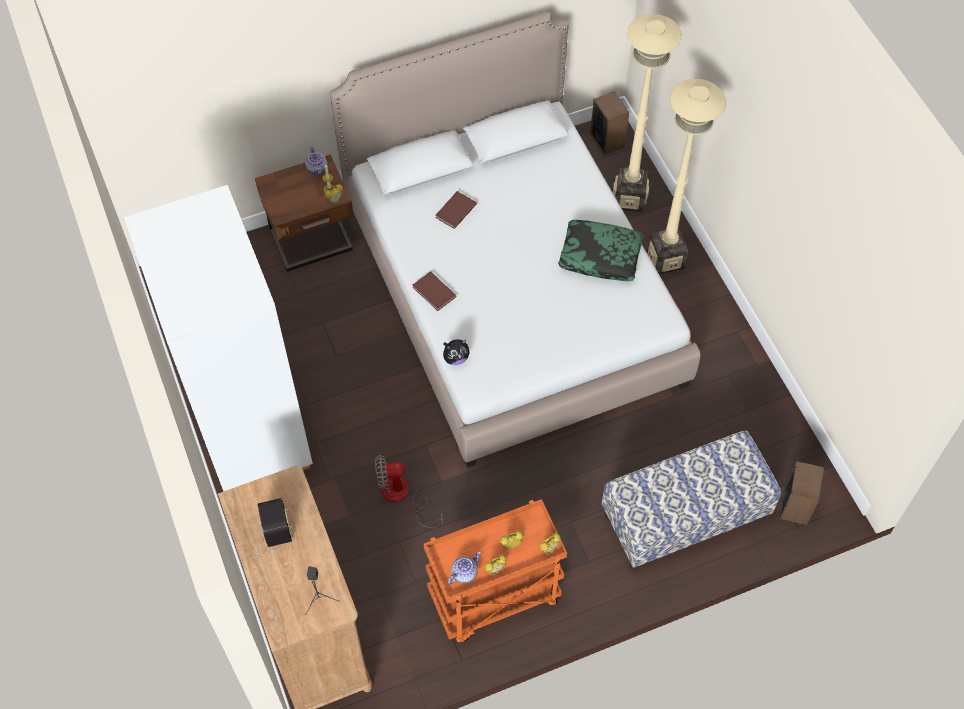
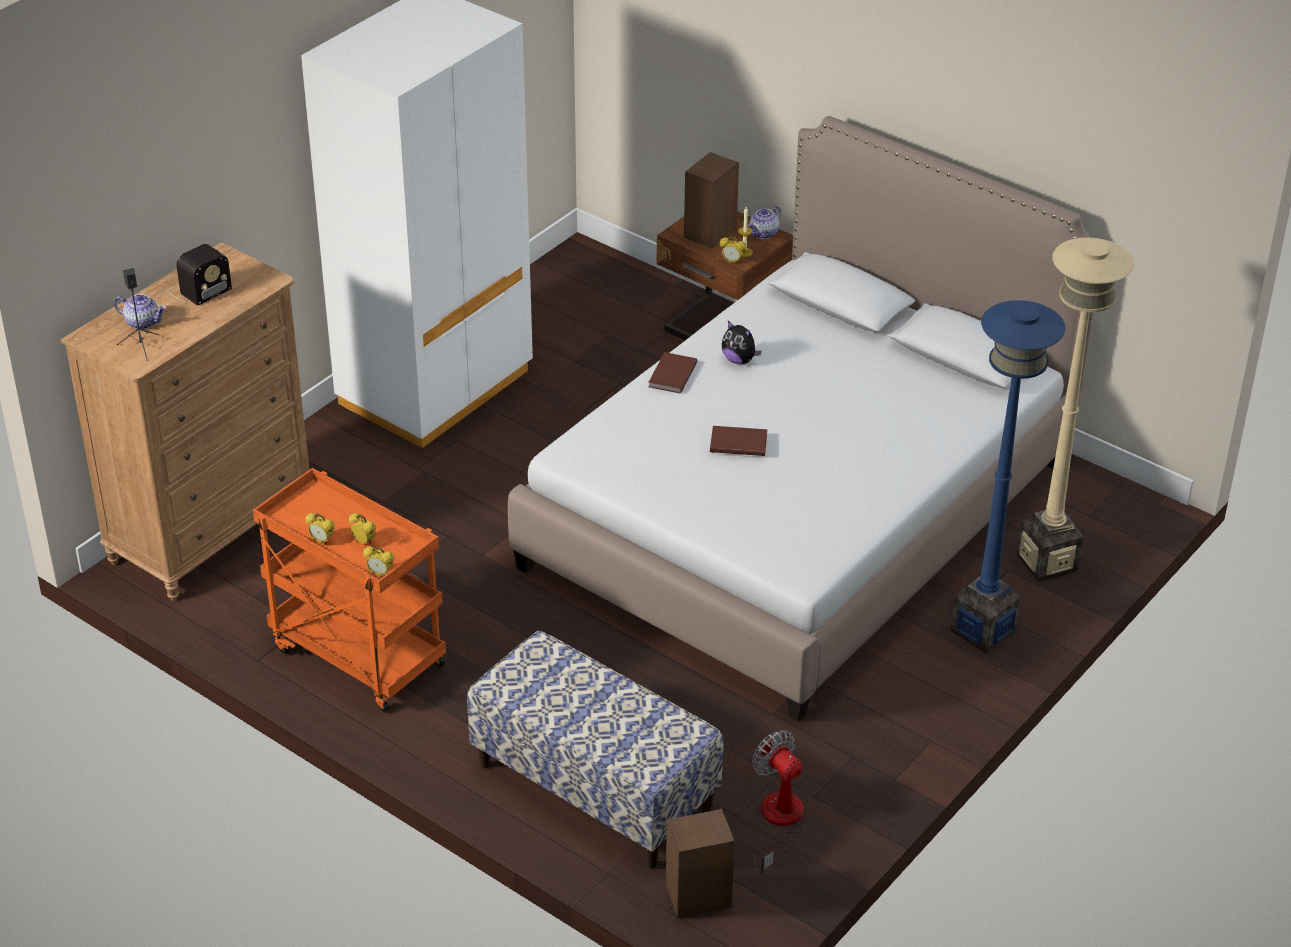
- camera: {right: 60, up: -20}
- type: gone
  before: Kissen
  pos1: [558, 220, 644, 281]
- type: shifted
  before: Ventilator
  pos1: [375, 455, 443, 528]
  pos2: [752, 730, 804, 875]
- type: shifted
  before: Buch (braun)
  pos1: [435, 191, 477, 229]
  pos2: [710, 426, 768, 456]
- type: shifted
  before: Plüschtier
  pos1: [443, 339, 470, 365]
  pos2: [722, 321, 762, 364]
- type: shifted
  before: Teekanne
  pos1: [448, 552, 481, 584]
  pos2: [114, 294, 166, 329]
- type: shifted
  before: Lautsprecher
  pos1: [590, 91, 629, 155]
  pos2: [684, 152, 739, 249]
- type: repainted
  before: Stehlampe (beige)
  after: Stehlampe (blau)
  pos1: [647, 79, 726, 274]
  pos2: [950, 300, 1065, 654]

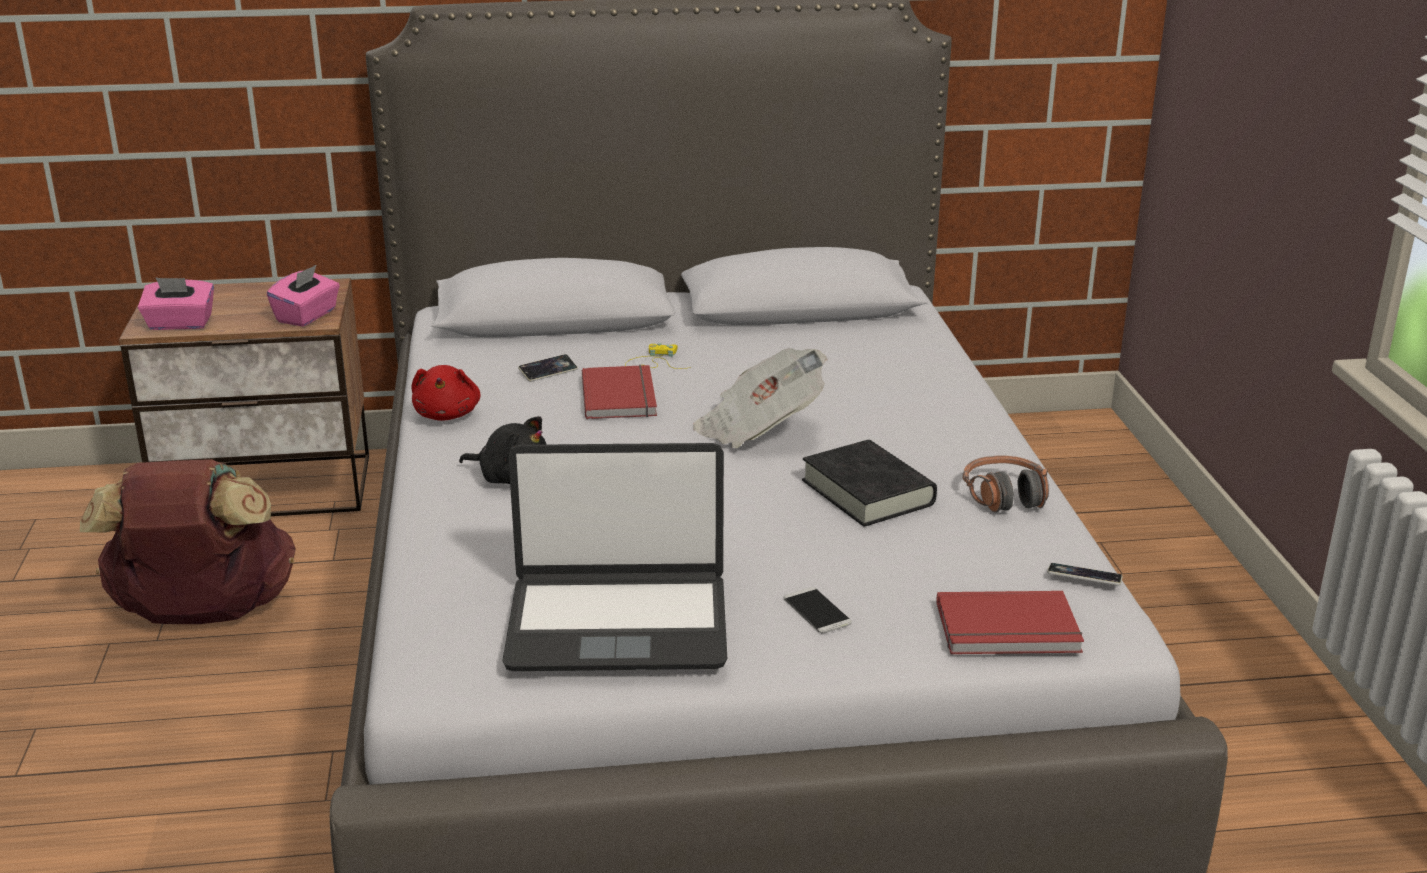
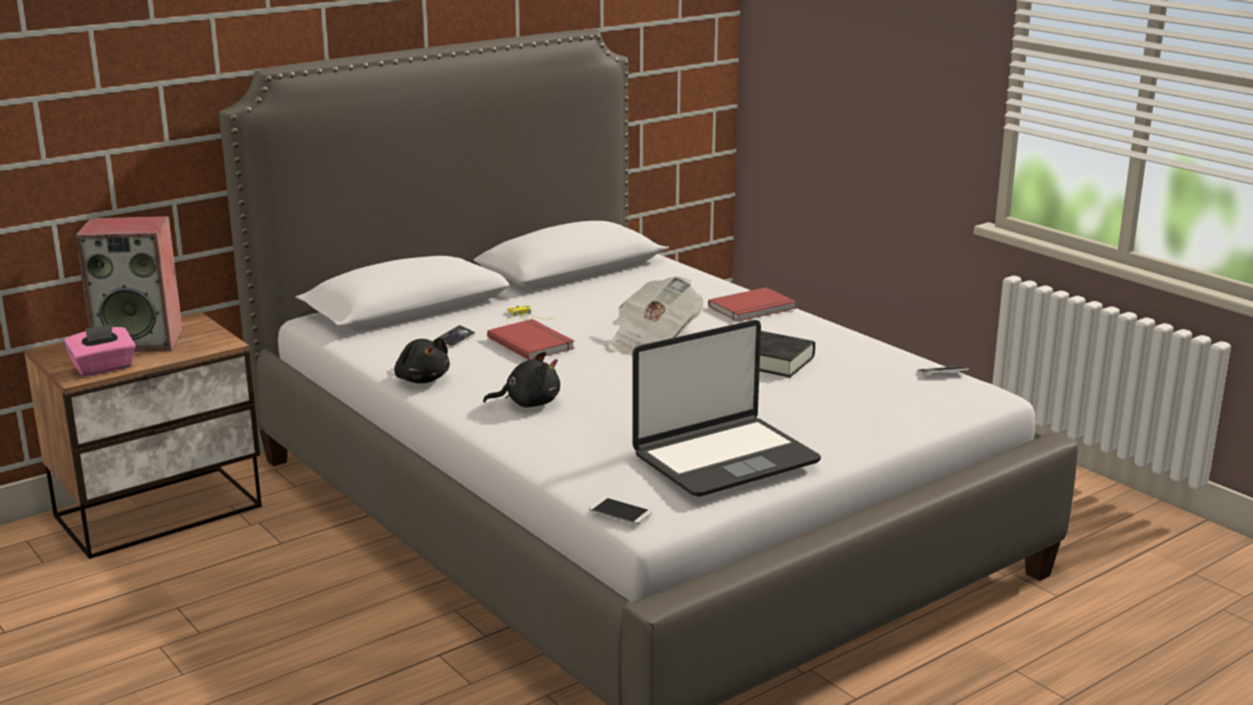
- camera: {right: -30, up: -5}
- type: gone
  before: Rucksack (braun)
  pos1: [80, 459, 296, 624]
- type: gone
  before: Taschentuchbox (rosa)
  pos1: [267, 264, 340, 327]
- type: gone
  before: Kopfhörer
  pos1: [962, 455, 1049, 513]
- type: new
  after: Lautsprecher
  pos2: [75, 216, 183, 352]
- type: shifted
  before: Handy
  pos1: [784, 587, 852, 633]
  pos2: [589, 498, 652, 524]
- type: shifted
  before: Buch (rot)
  pos1: [936, 591, 1084, 654]
  pos2: [708, 287, 796, 322]
- type: repainted
  before: Plüschtier (rot)
  after: Plüschtier (schwarz)
  pos1: [411, 365, 481, 421]
  pos2: [394, 338, 450, 383]

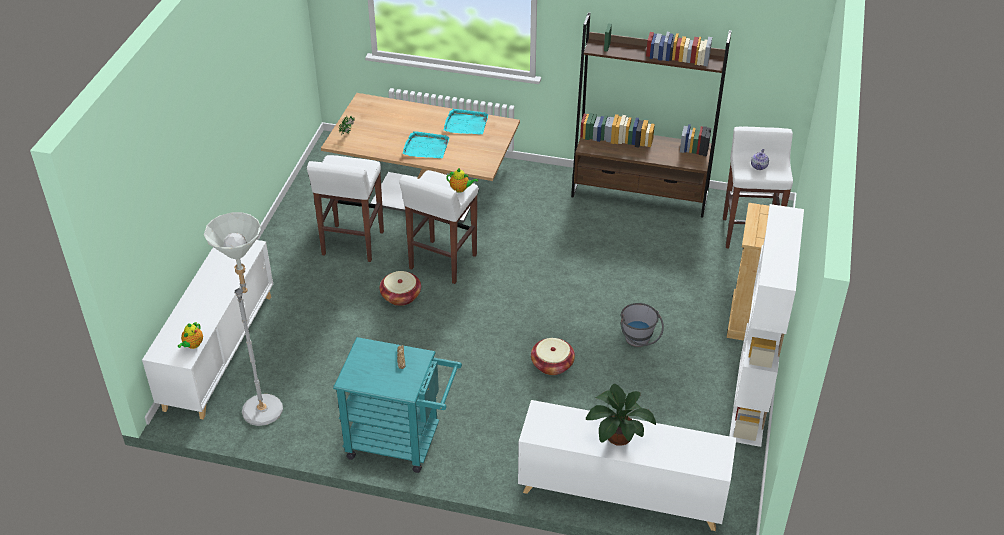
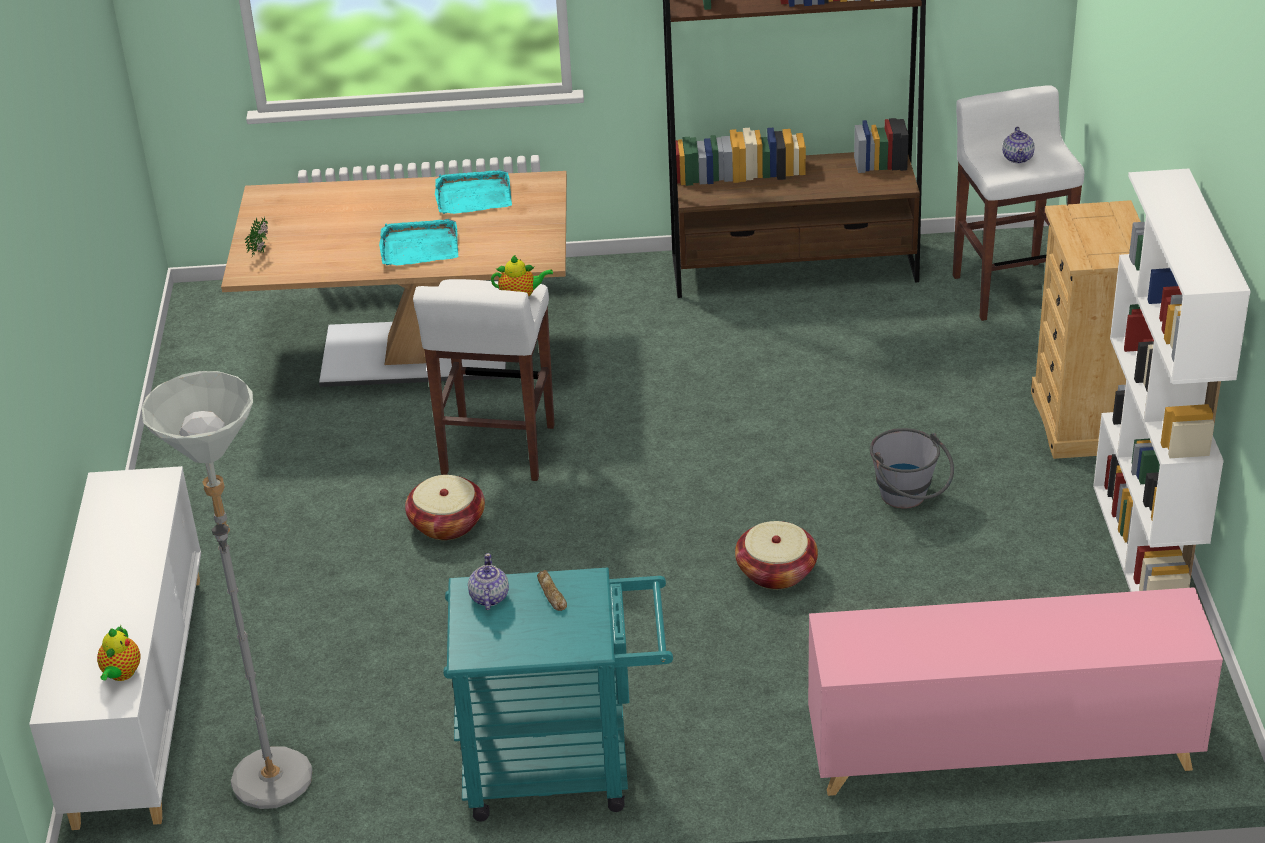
- camera: {right: -15, up: -5}
- type: gone
  before: Hocker (weiß)
  pos1: [307, 155, 384, 262]
- type: gone
  before: Topfpflanze
  pos1: [586, 384, 656, 446]
- type: new
  after: Teekanne
  pos2: [468, 553, 509, 610]
- type: repainted
  before: Schrank (weiß)
  after: Schrank (rosa)
  pos1: [518, 400, 736, 531]
  pos2: [808, 587, 1223, 796]

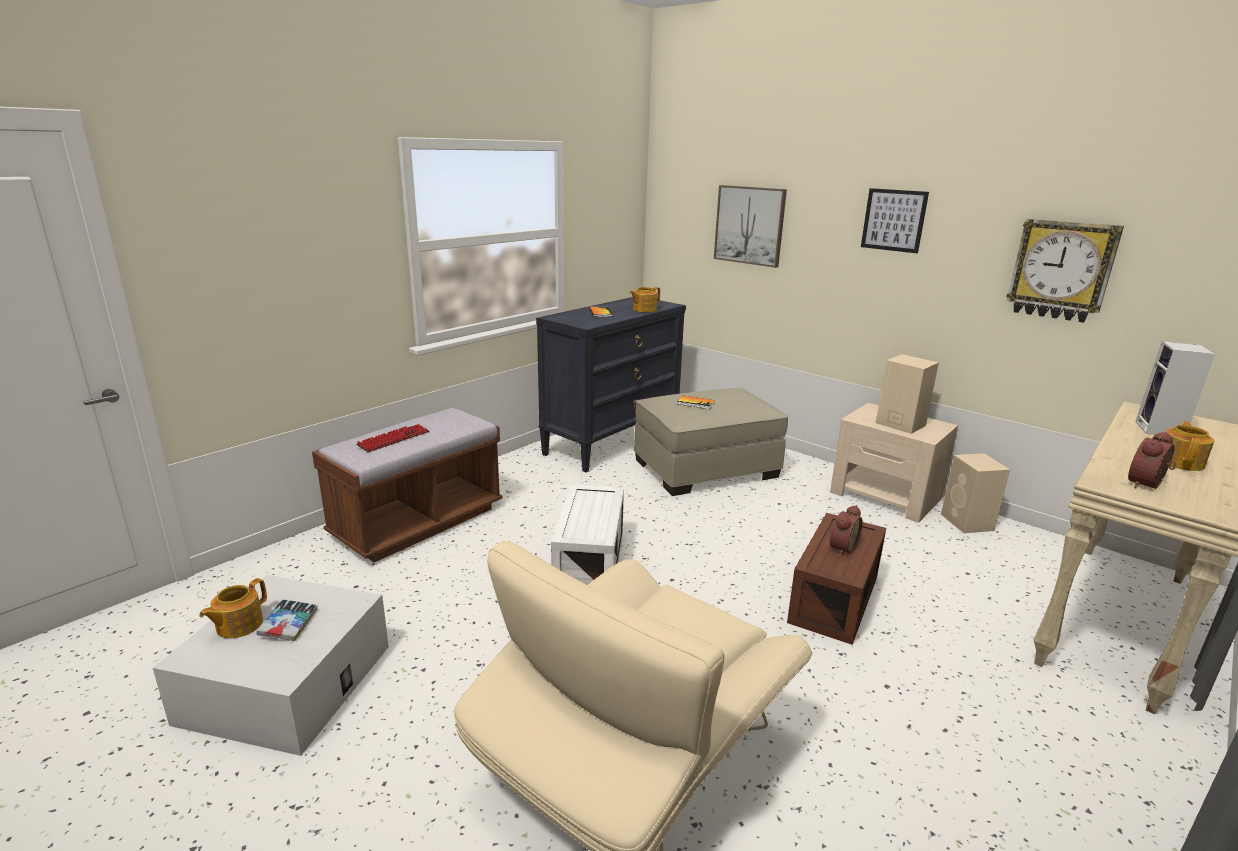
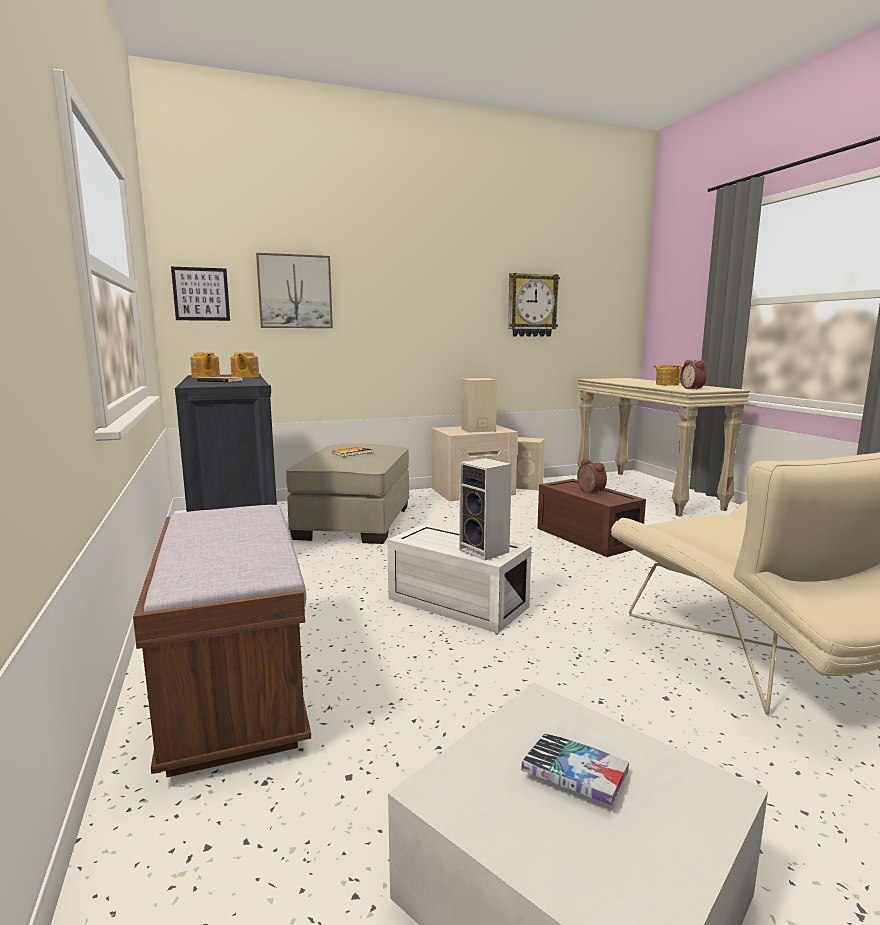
- camera: {right: -60, up: -10}
- type: gone
  before: Tastatur
  pos1: [356, 424, 429, 452]
- type: shifted
  before: Teekanne
  pos1: [199, 578, 267, 638]
  pos2: [190, 352, 220, 378]
- type: shifted
  before: Bild
  pos1: [861, 188, 929, 253]
  pos2: [171, 267, 230, 321]
- type: shifted
  before: Lautsprecher
  pos1: [1135, 341, 1215, 435]
  pos2: [459, 458, 512, 560]

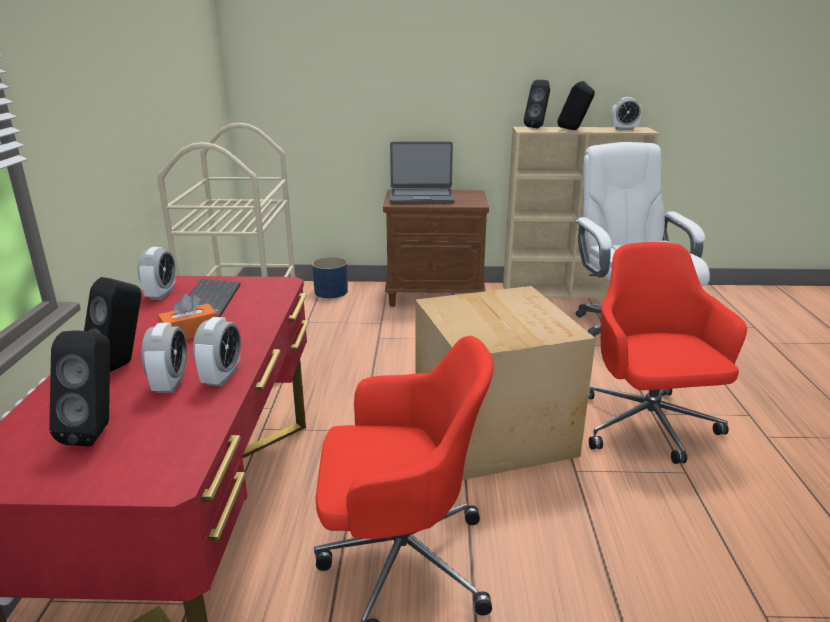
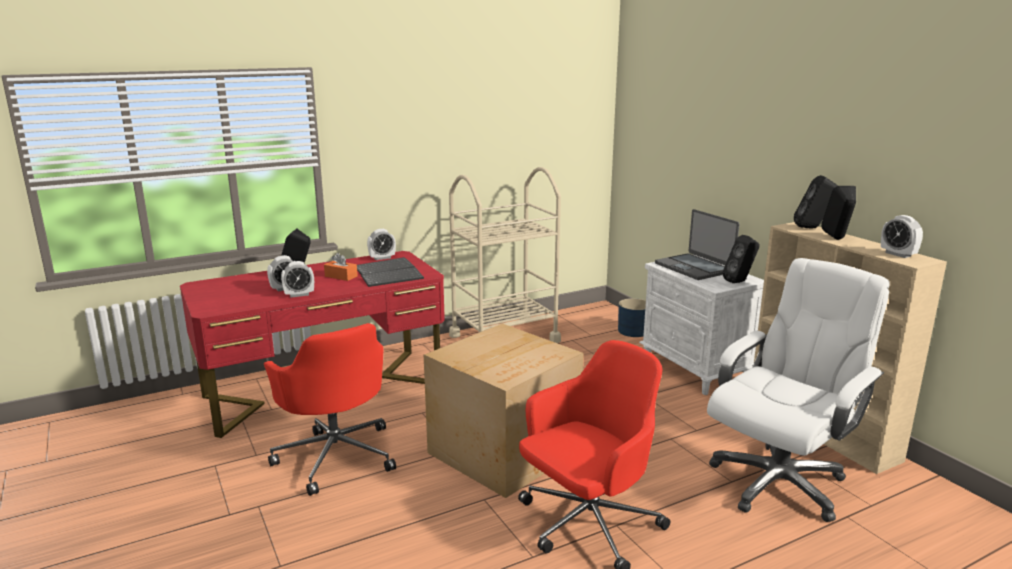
- camera: {right: 60, up: -5}
- type: new
  after: Tastatur
  pos2: [361, 267, 424, 287]
- type: shifted
  before: Lautsprecher (schwarz)
  pos1: [49, 331, 110, 447]
  pos2: [722, 235, 759, 283]
- type: repainted
  before: Nachttisch (braun)
  after: Nachttisch (weiß)
  pos1: [383, 190, 489, 307]
  pos2: [639, 255, 764, 395]

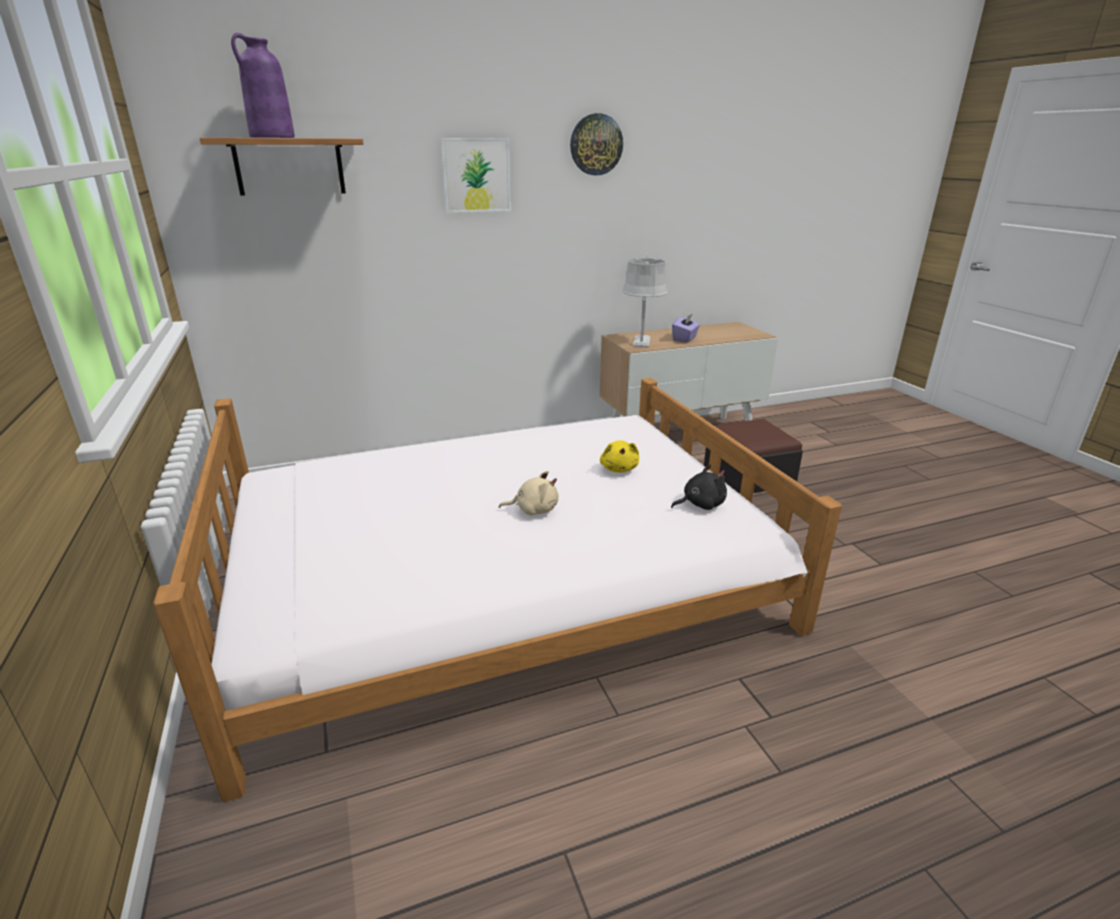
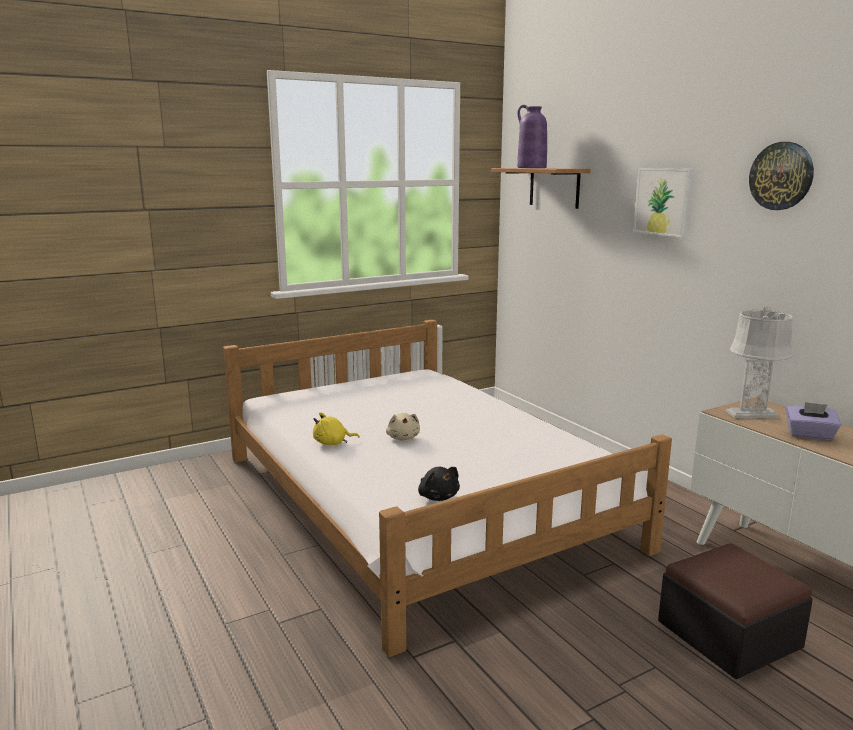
- camera: {right: 80, up: -10}
- type: shifted
  before: Plüschtier (gelb)
  pos1: [600, 440, 639, 473]
  pos2: [313, 412, 360, 445]

